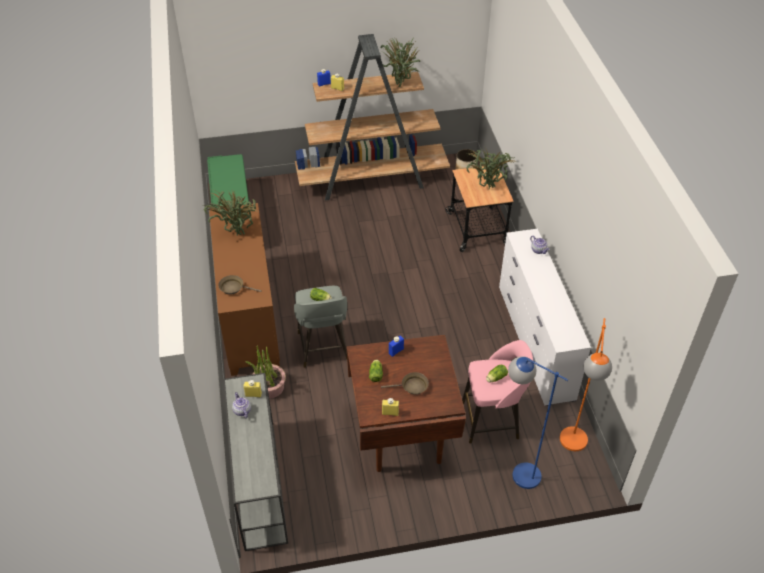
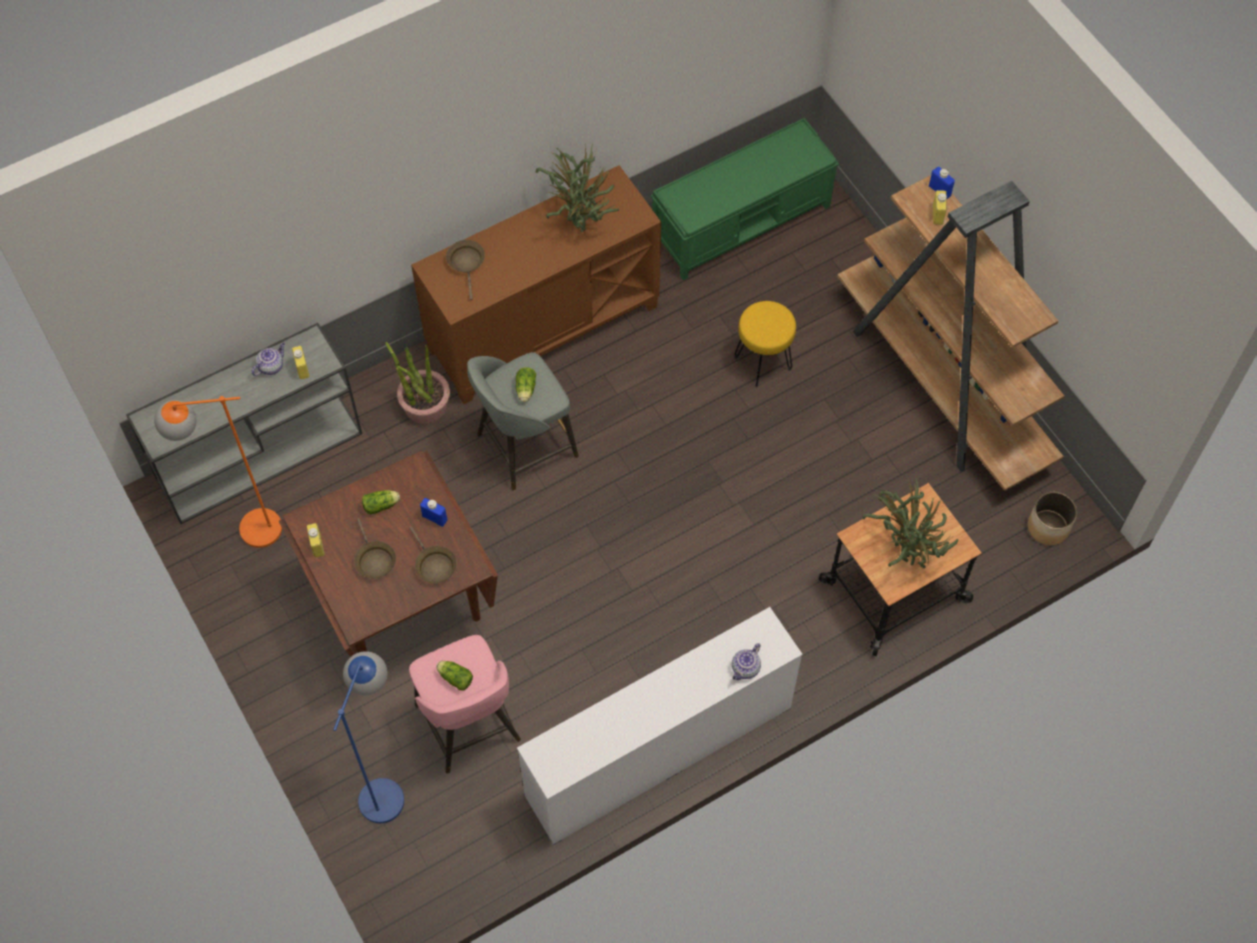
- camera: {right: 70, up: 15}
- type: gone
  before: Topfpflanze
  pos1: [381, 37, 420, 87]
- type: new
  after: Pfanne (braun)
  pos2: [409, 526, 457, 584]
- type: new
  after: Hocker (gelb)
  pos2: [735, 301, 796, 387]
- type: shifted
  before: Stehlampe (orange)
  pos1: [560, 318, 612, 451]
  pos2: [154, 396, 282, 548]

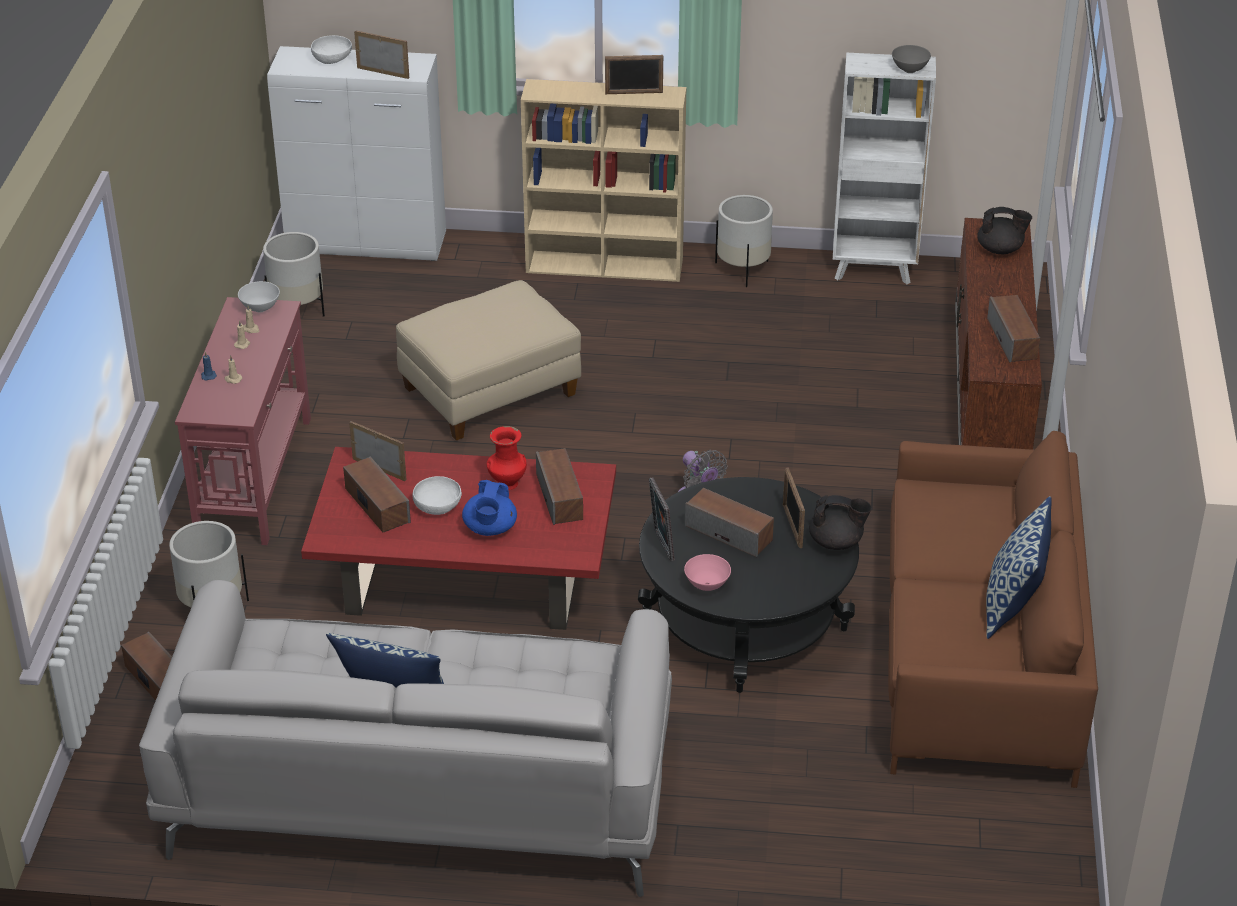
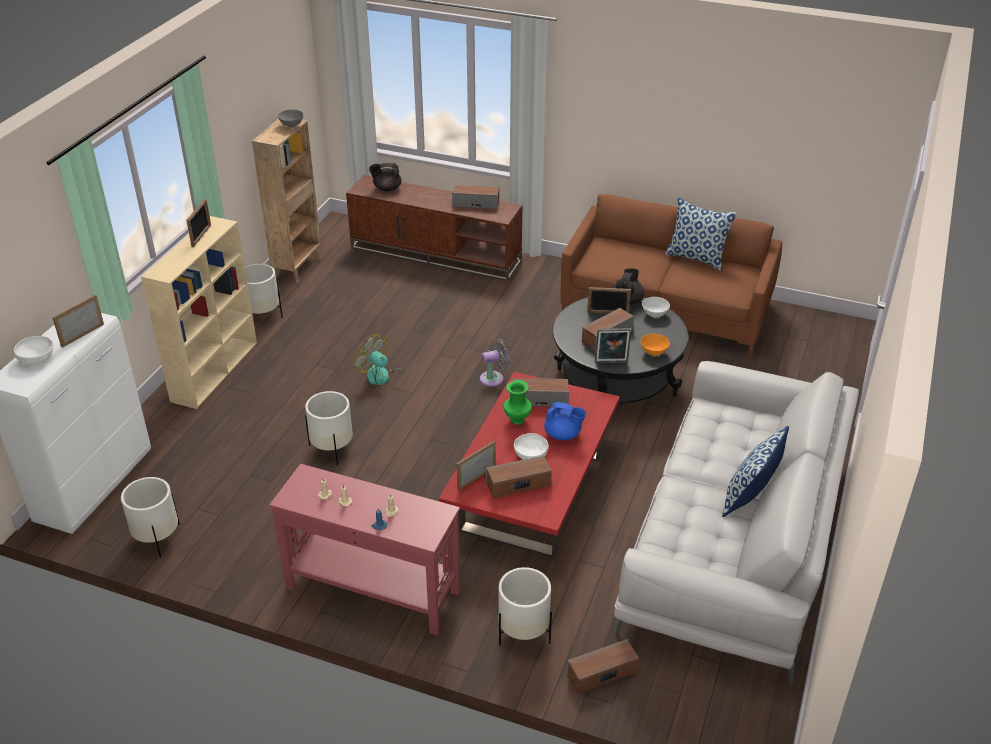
- camera: {right: -75, up: 0}
- type: new
  after: Ventilator
  pos2: [353, 334, 408, 391]
- type: shifted
  before: Schüssel (weiß)
  pos1: [238, 281, 280, 312]
  pos2: [642, 297, 670, 318]
- type: swapped
  before: Polsterhocker (beige)
  after: Pflanzkübel (weiß)
  pos1: [396, 280, 581, 440]
  pos2: [305, 391, 353, 465]
- type: repainted
  before: Vase (rot)
  after: Vase (grün)
  pos1: [487, 426, 527, 490]
  pos2: [504, 380, 532, 425]
- type: repainted
  before: Schüssel (rosa)
  after: Schüssel (orange)
  pos1: [684, 554, 731, 591]
  pos2: [641, 334, 670, 356]
- type: repainted
  before: Bücherregal (weiß)
  after: Bücherregal (braun)
  pos1: [833, 53, 936, 285]
  pos2: [252, 119, 321, 283]
- type: rotated
  before: Teekanne (schwarz)
  pos1: [977, 207, 1032, 254]
  pos2: [369, 163, 402, 192]
  turn: -120

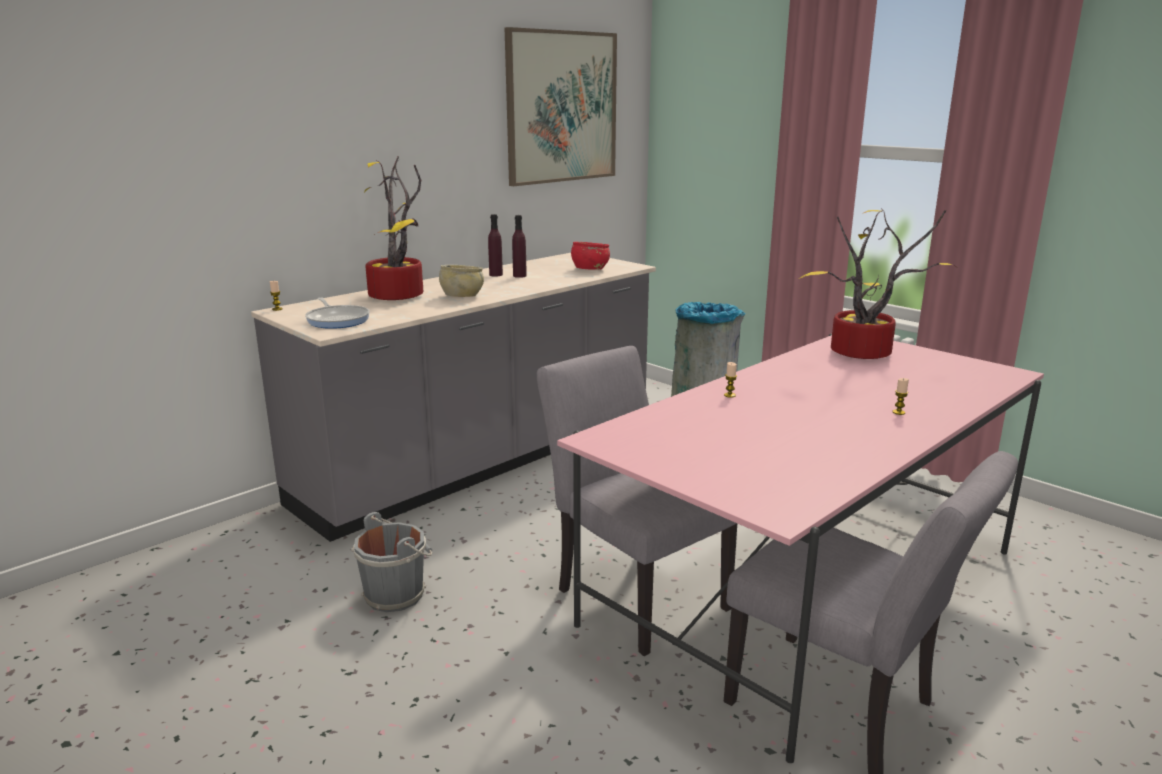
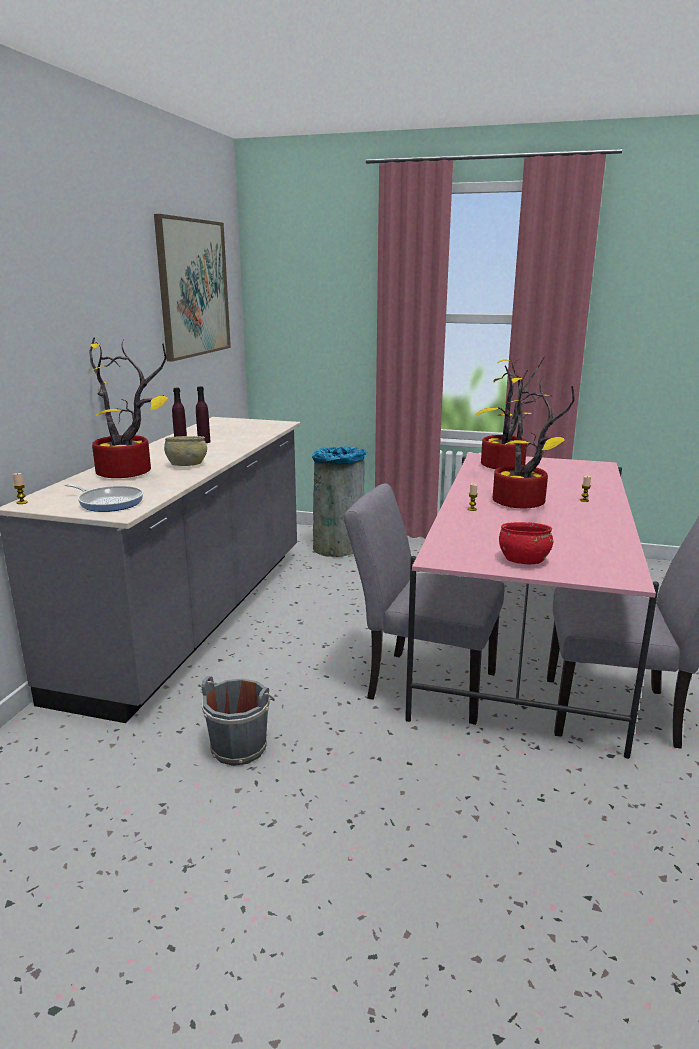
- camera: {right: -30, up: 0}
- type: new
  after: Topfpflanze
  pos2: [493, 370, 575, 509]
- type: shifted
  before: Schüssel (rot)
  pos1: [571, 242, 610, 270]
  pos2: [499, 522, 553, 564]

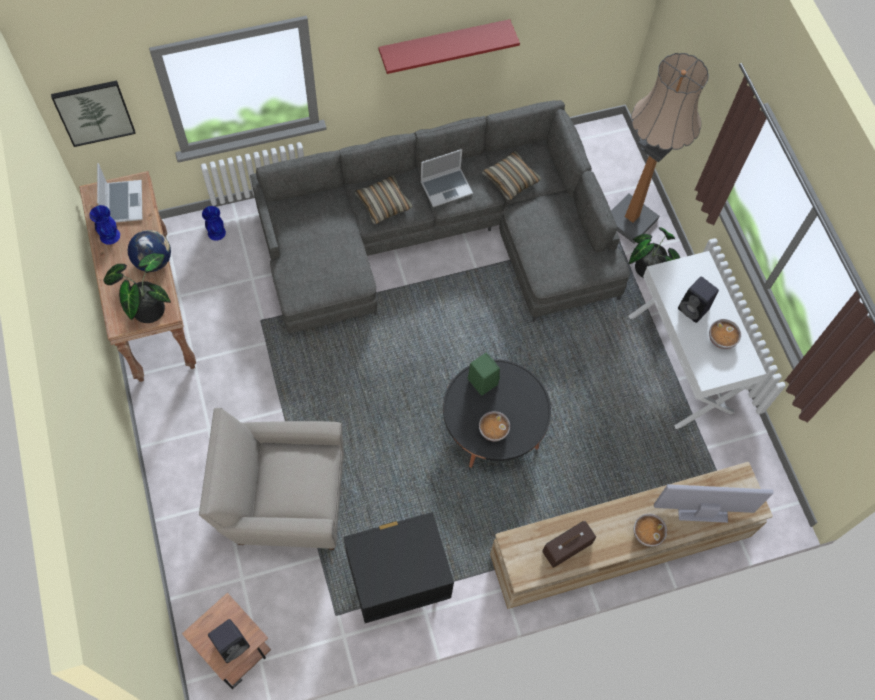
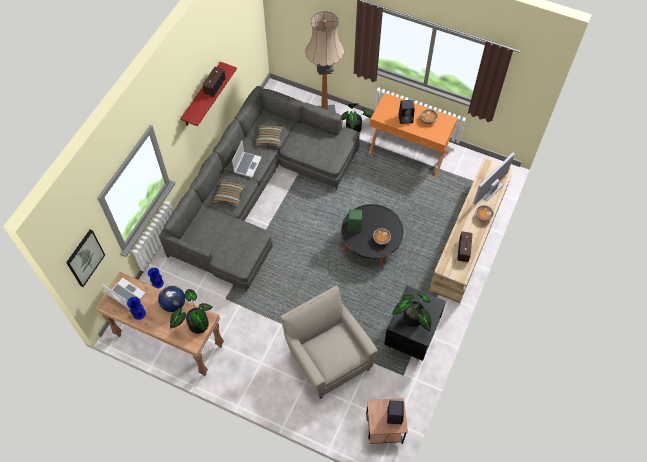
- camera: {right: -45, up: -5}
- type: new
  after: Radio
  pos2: [202, 67, 226, 97]
- type: new
  after: Topfpflanze
  pos2: [392, 292, 431, 331]
- type: repainted
  before: Konsolentisch (weiß)
  after: Konsolentisch (orange)
  pos1: [629, 251, 766, 429]
  pos2: [369, 93, 457, 178]
- type: rotated
  before: Sessel (beige)
  pos1: [199, 408, 344, 550]
  pos2: [280, 285, 378, 399]
  turn: 105

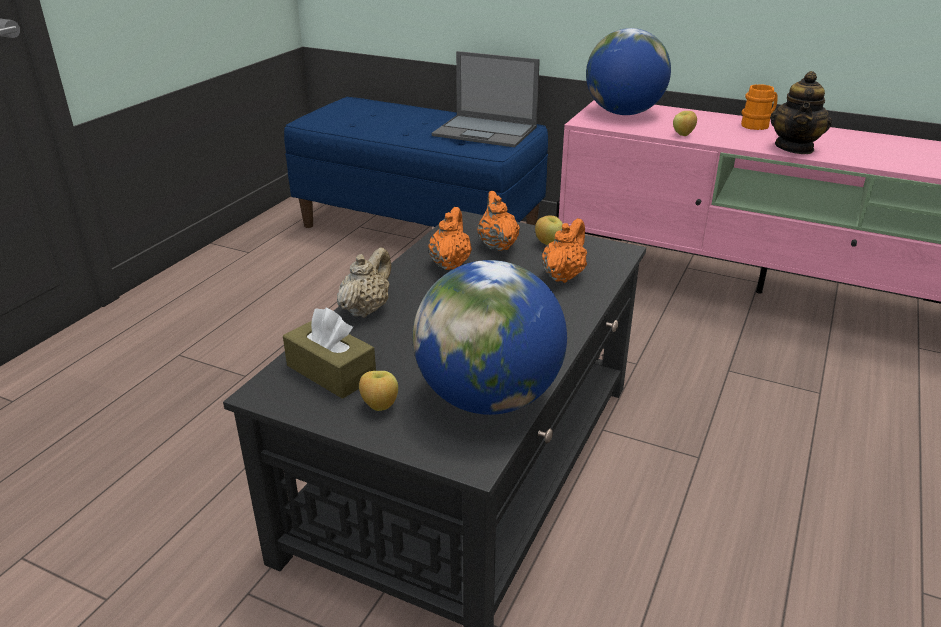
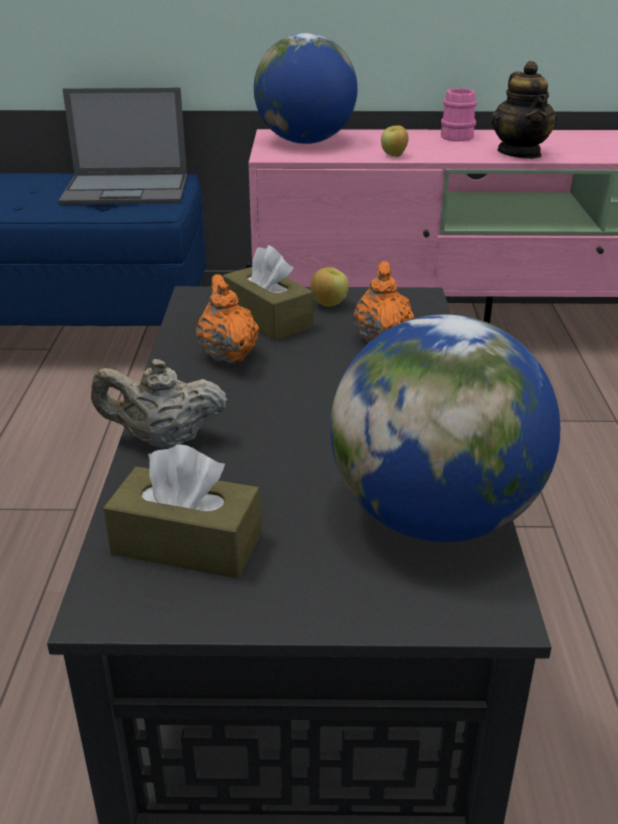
- camera: {right: -25, up: 0}
- type: gone
  before: Apfel
  pos1: [359, 371, 398, 411]
- type: swapped
  before: Teekanne (orange)
  after: Taschentuchbox (braun)
  pos1: [477, 191, 520, 251]
  pos2: [223, 245, 313, 341]
- type: repainted
  before: Henkelbecher (orange)
  after: Henkelbecher (rosa)
  pos1: [741, 84, 778, 130]
  pos2: [441, 88, 477, 142]
- type: rotated
  before: Teekanne (beige)
  pos1: [337, 247, 391, 318]
  pos2: [91, 359, 227, 448]
  turn: -90

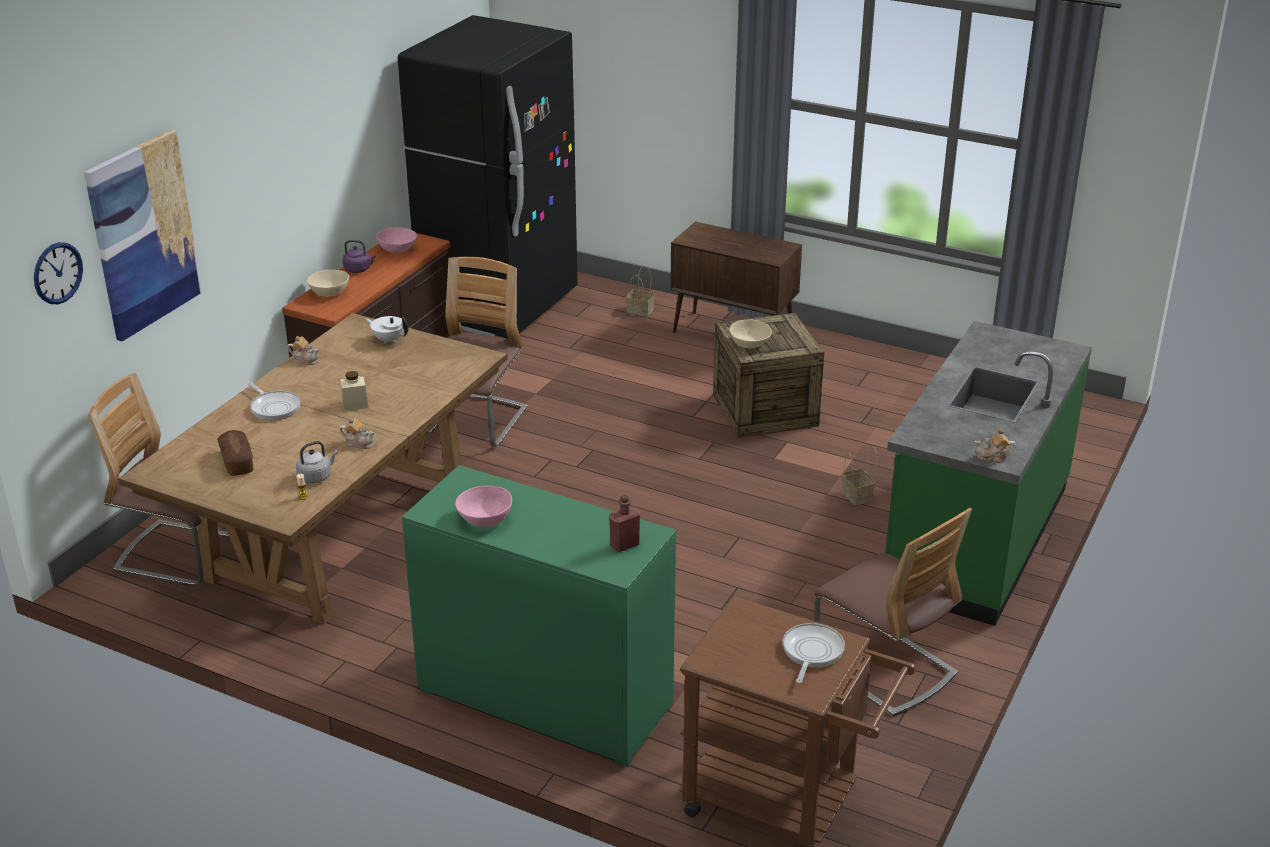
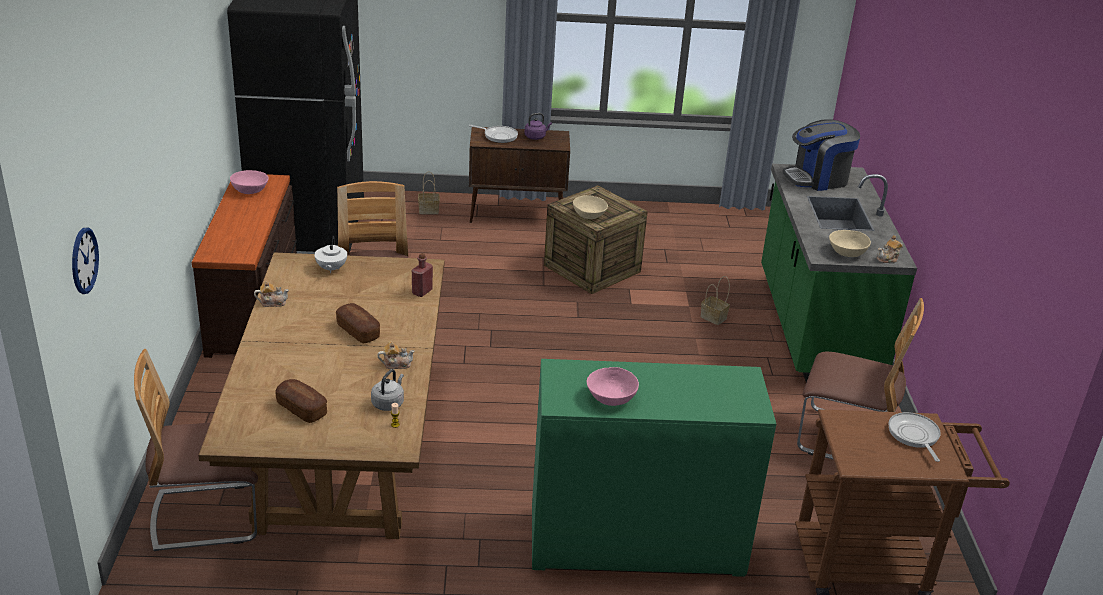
- camera: {right: -30, up: 0}
- type: gone
  before: Bild
  pos1: [84, 130, 202, 341]
- type: new
  after: Kaffeemaschine
  pos2: [783, 119, 860, 191]
- type: shifted
  before: Pfanne
  pos1: [247, 382, 301, 420]
  pos2: [469, 125, 518, 143]
- type: shifted
  before: Schüssel (beige)
  pos1: [307, 270, 349, 297]
  pos2: [829, 230, 871, 257]
- type: shifted
  before: Wasserkessel (lila)
  pos1: [343, 240, 376, 273]
  pos2: [524, 113, 552, 140]
- type: shifted
  before: Flasche (rot)
  pos1: [609, 495, 640, 552]
  pos2: [412, 253, 433, 297]
- type: swapped
  before: Vorratsglas (beige)
  after: Brot
  pos1: [340, 371, 369, 411]
  pos2: [336, 303, 380, 344]
- type: rotated
  before: Teekanne (weiß)
  pos1: [365, 316, 408, 344]
  pos2: [314, 236, 347, 273]
  turn: -90

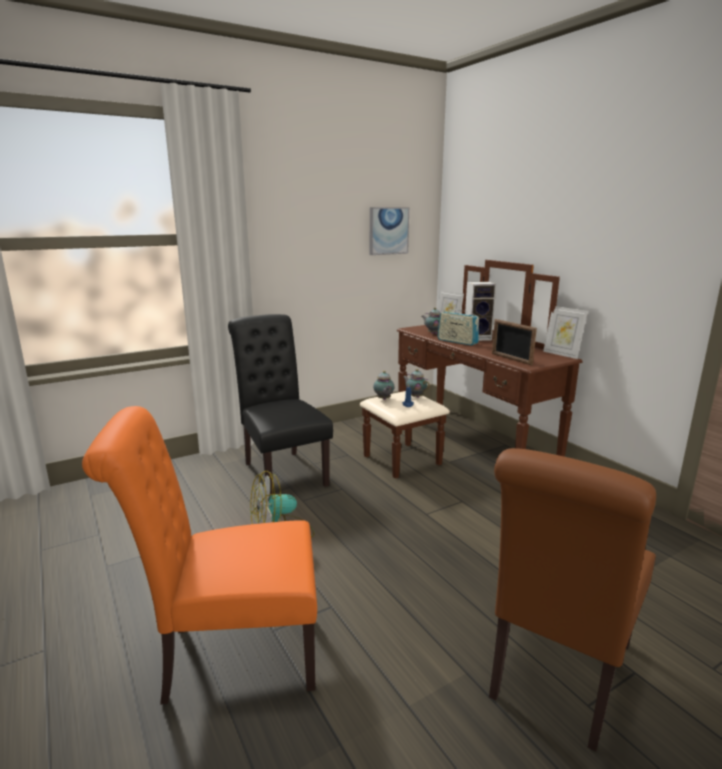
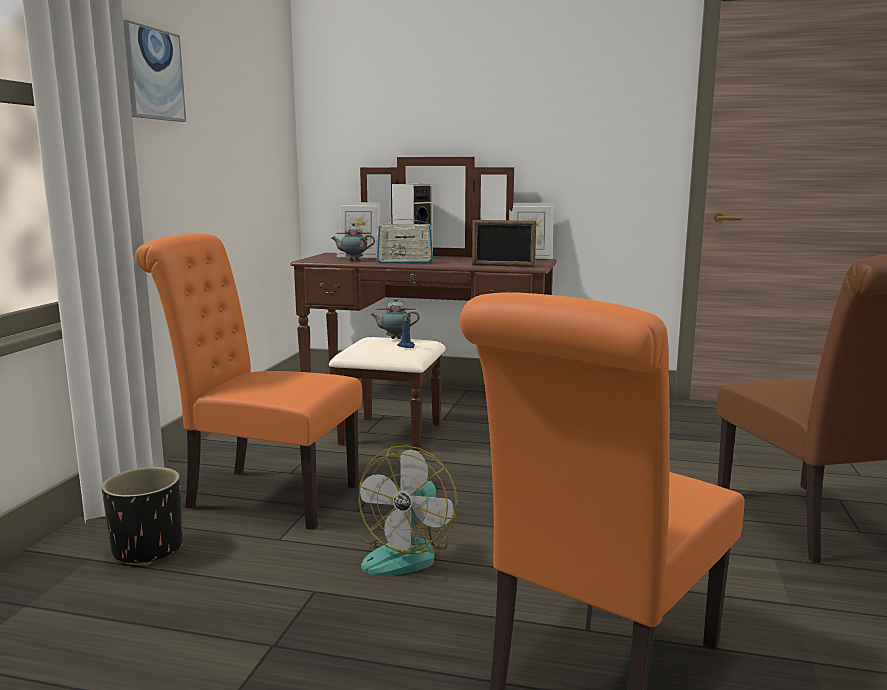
- camera: {right: -45, up: -5}
- type: gone
  before: Teekanne
  pos1: [373, 371, 395, 400]
- type: new
  after: Pflanzkübel (schwarz)
  pos2: [102, 467, 183, 566]
- type: shifted
  before: Bild
  pos1: [370, 207, 409, 255]
  pos2: [123, 20, 186, 122]
- type: repainted
  before: Stuhl (schwarz)
  after: Stuhl (orange)
  pos1: [228, 314, 333, 501]
  pos2: [135, 233, 362, 530]

